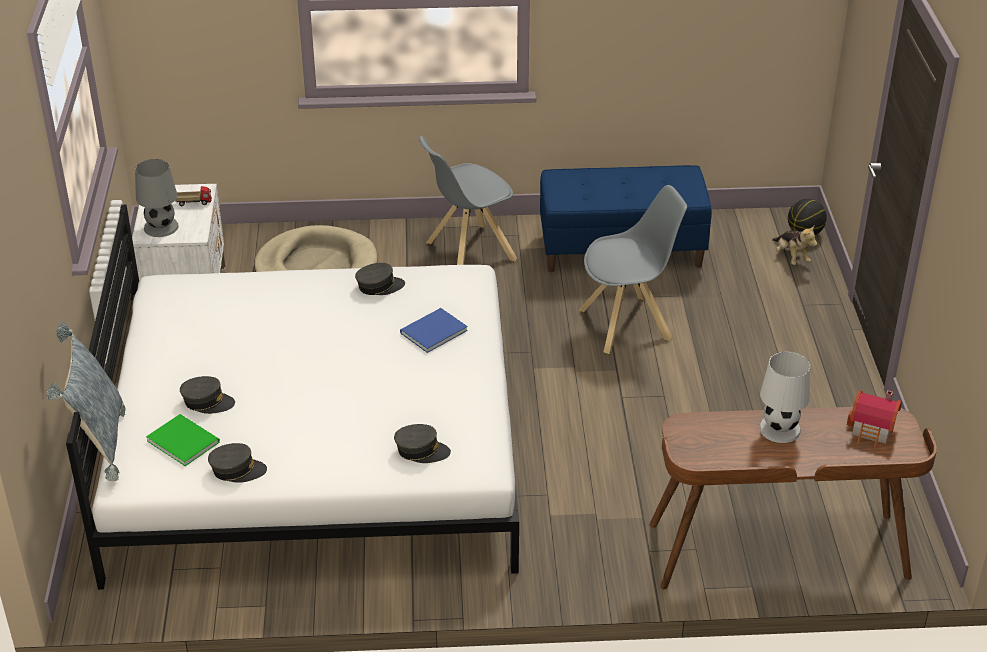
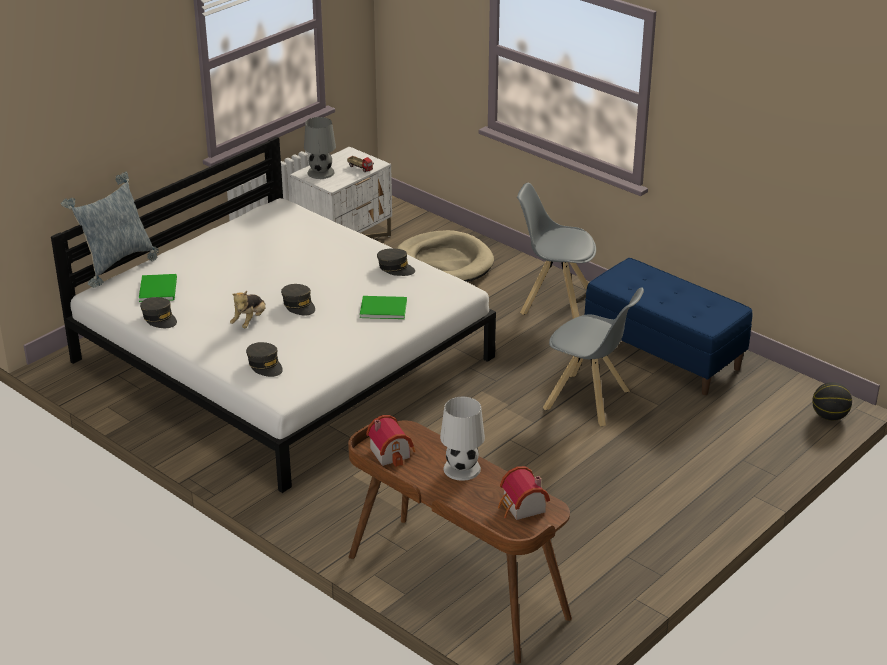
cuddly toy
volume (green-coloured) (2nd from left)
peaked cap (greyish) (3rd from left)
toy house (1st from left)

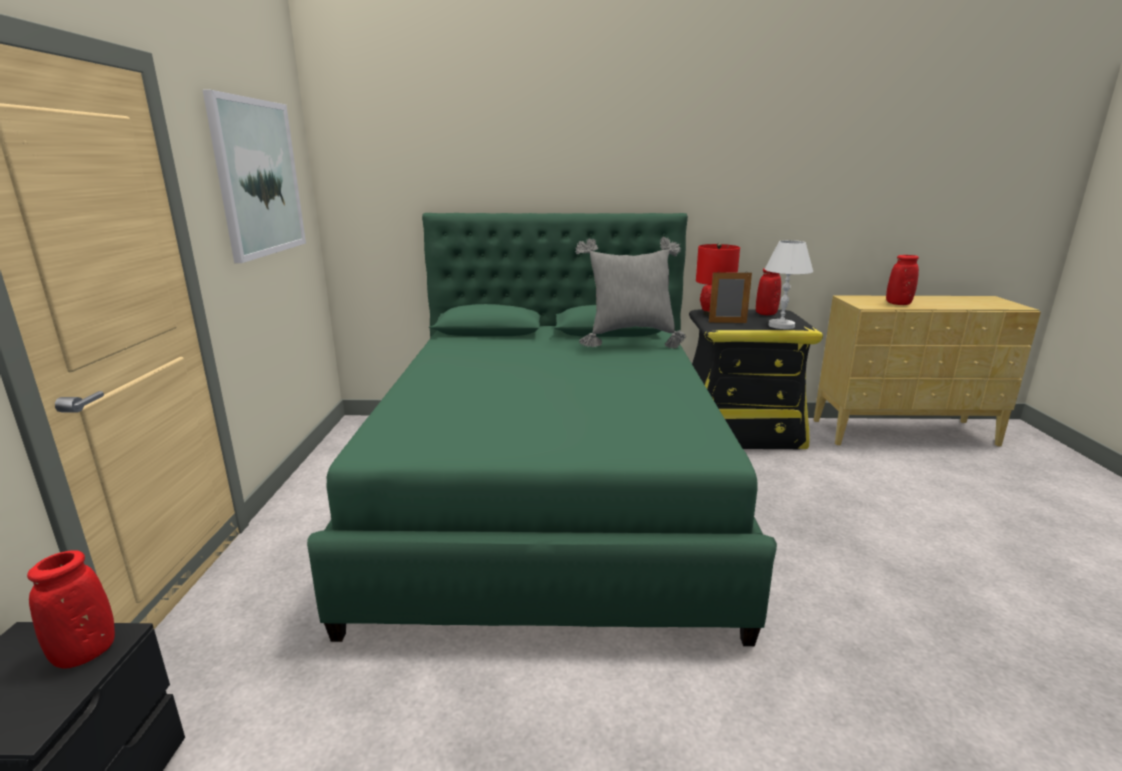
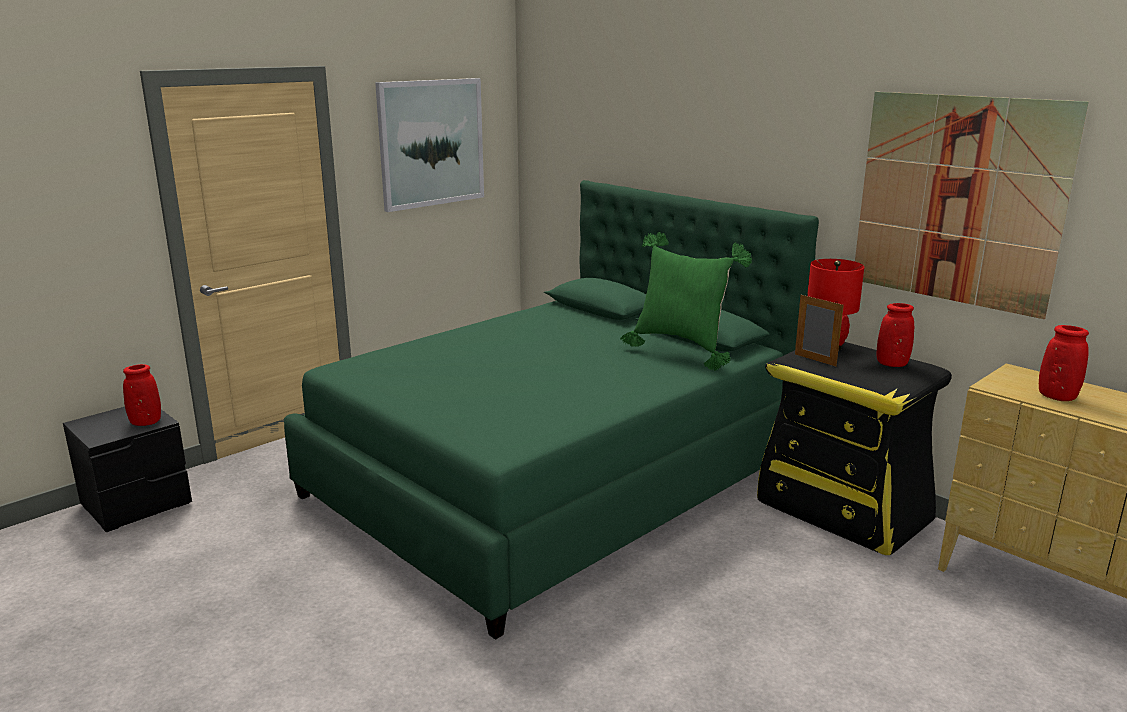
throw pillow (green-coloured)
lamp for a table (whitish)
wall picture (2nd from left)

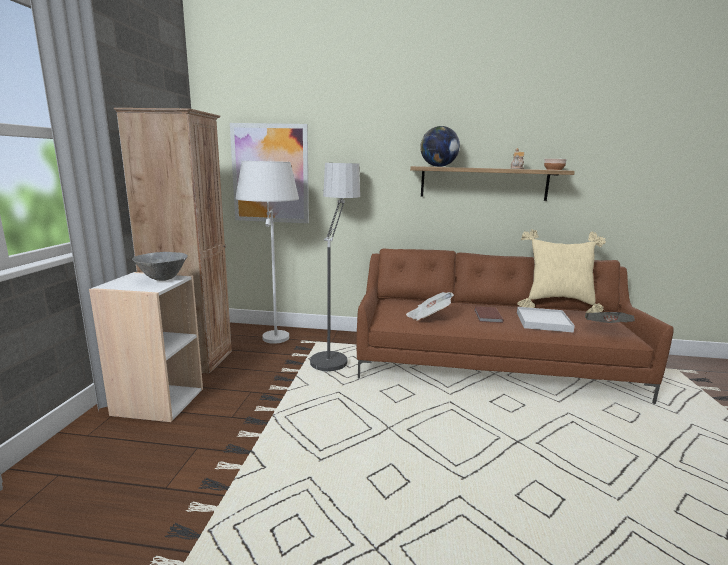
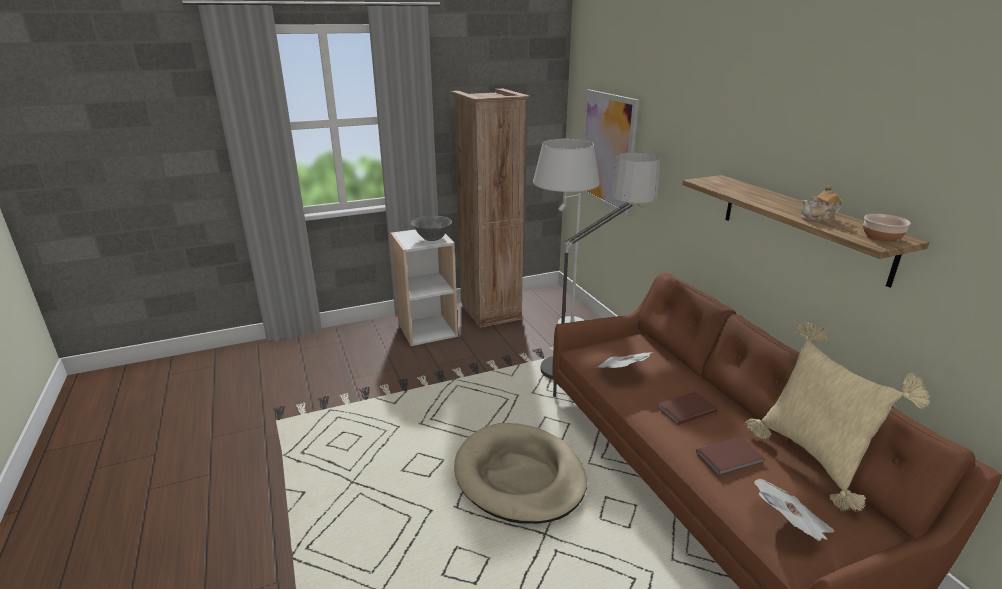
globe
volume (brownish) (2nd from left)
dog cushion (beige)

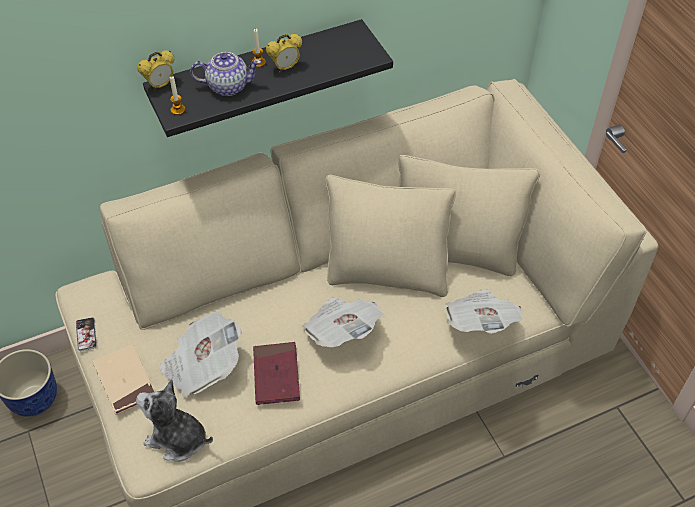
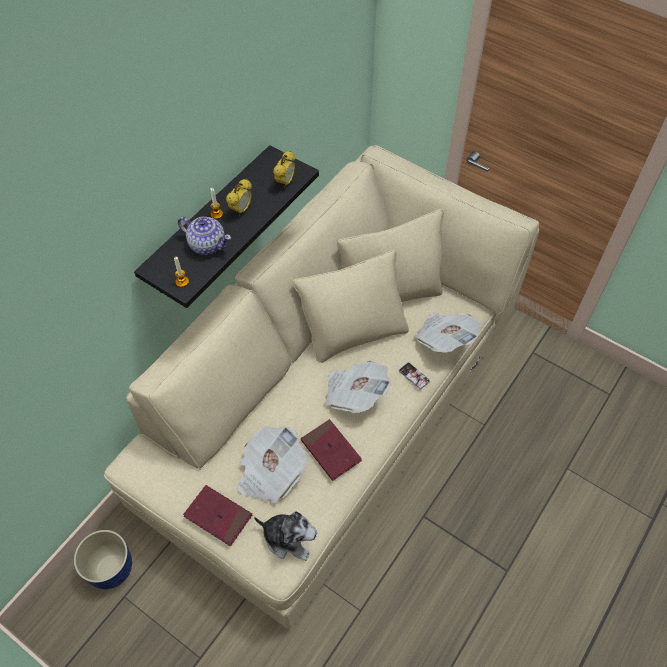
table clock (2nd from left)
teapot
handset
volume (red-coloured) (1st from left)
cuddly toy

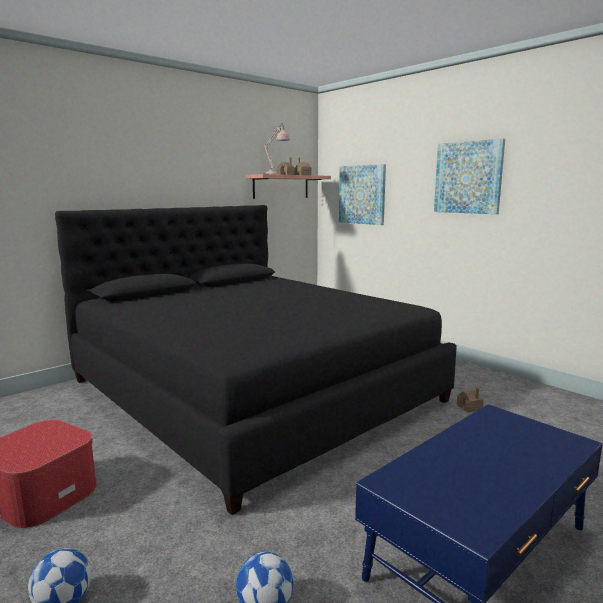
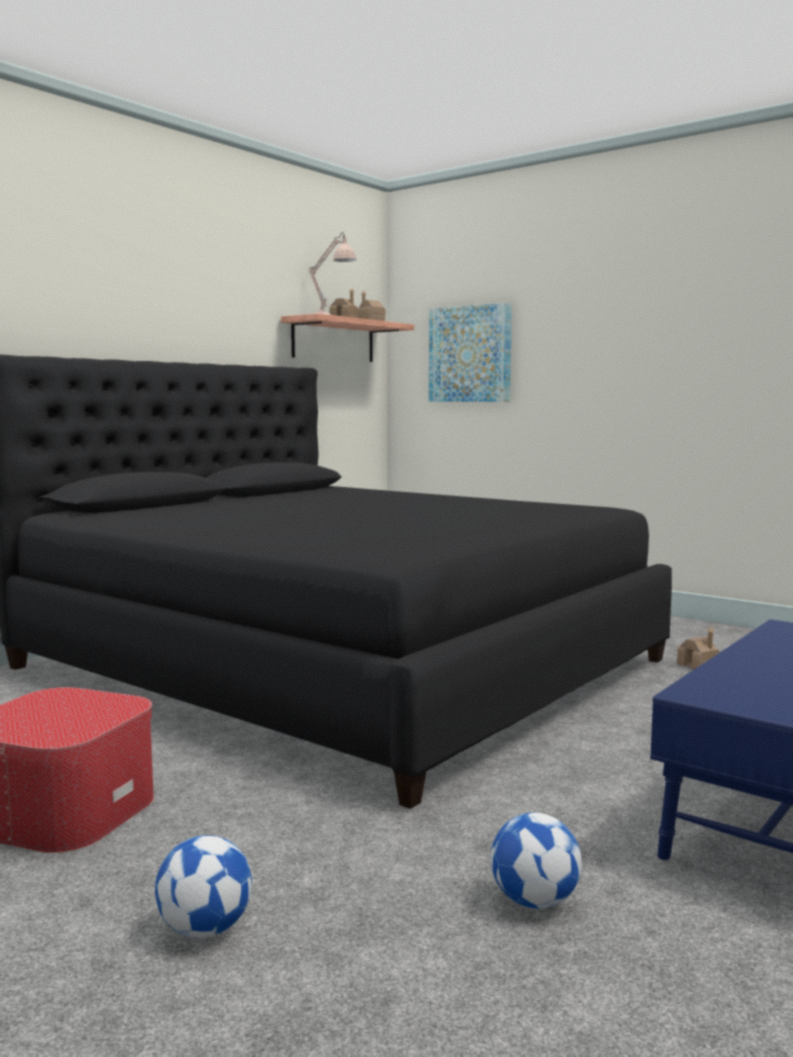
wall picture (2nd from left in the first image)

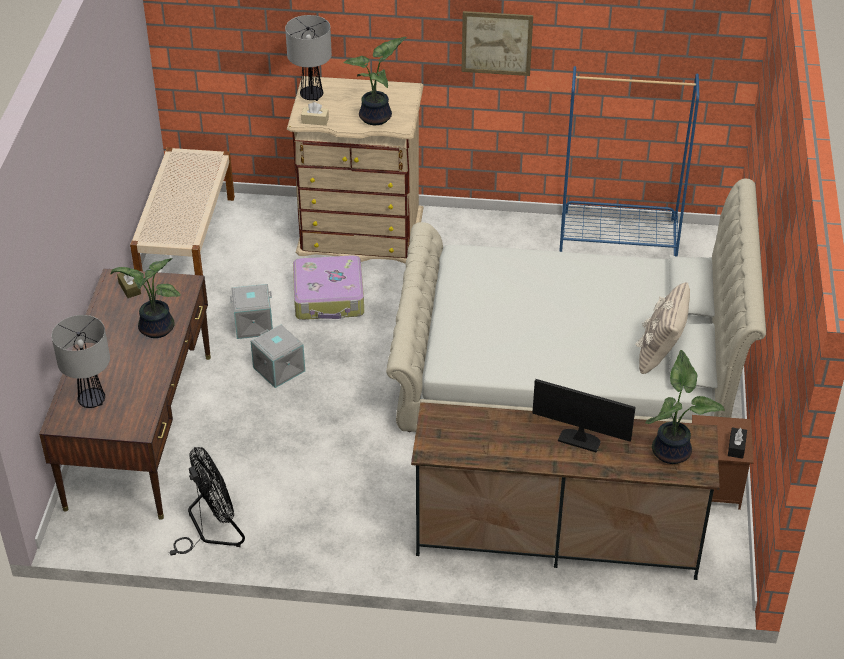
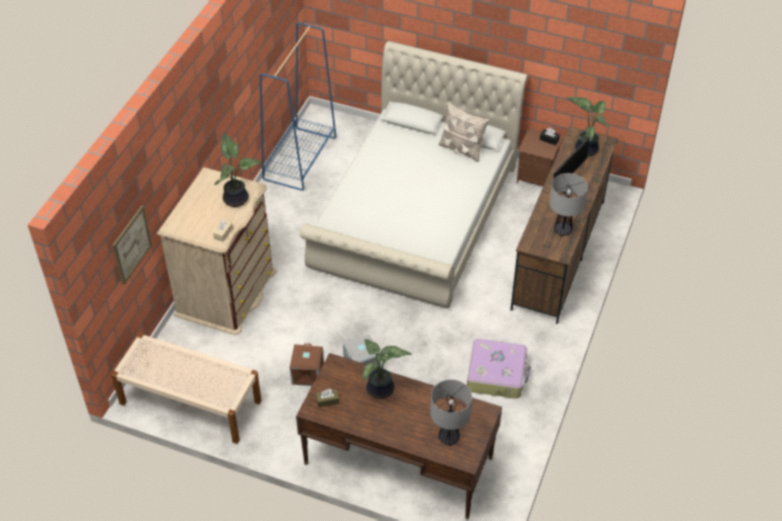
wall picture
lamp for a table (2nd from left)
piece of luggage
storage container (brownish)
cooling fan (black-coloured)

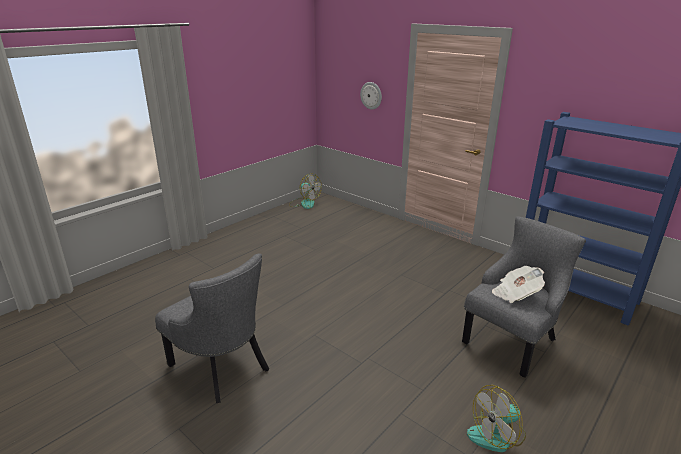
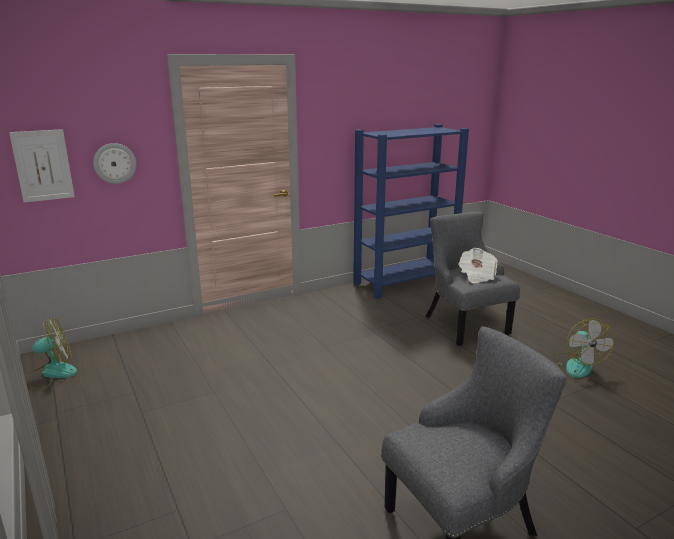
wall picture

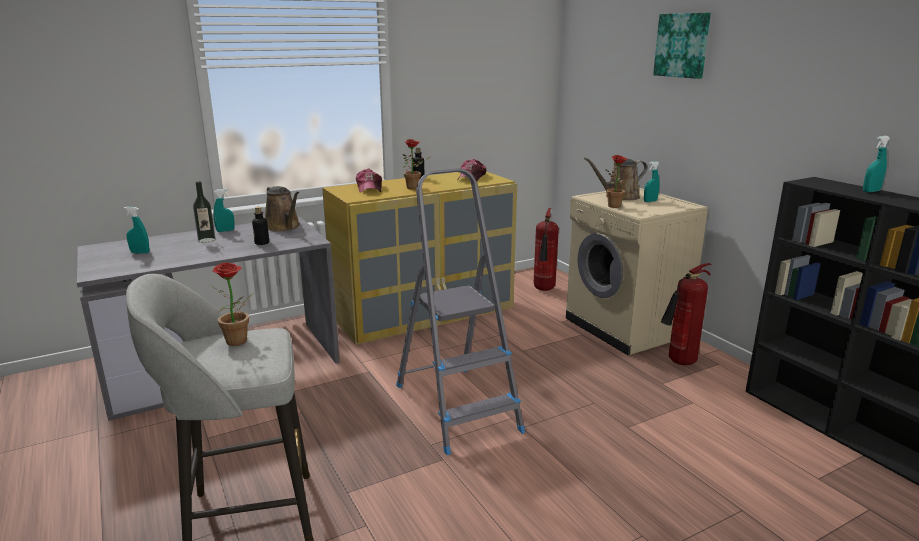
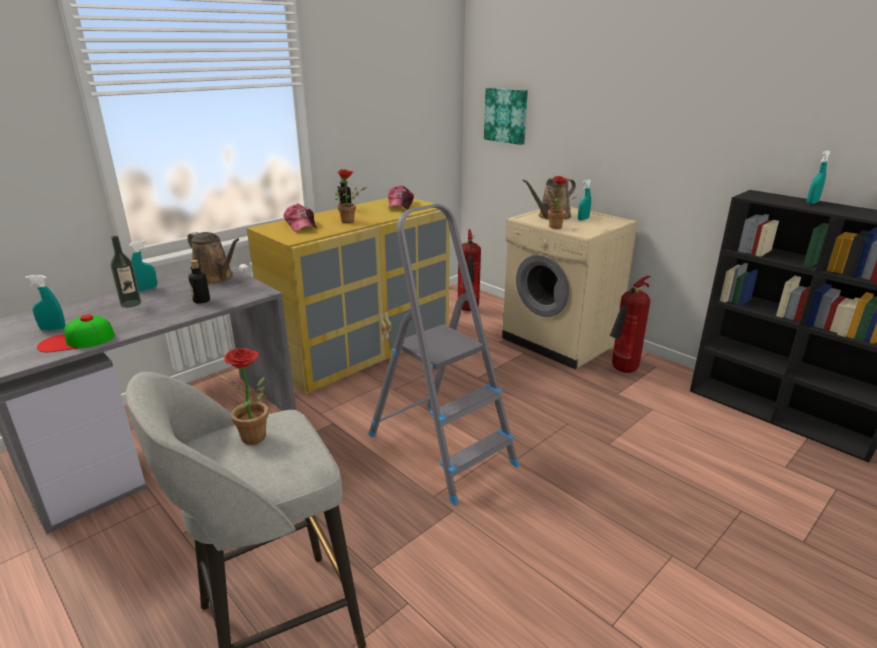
wall picture
peaked cap (1st from left)

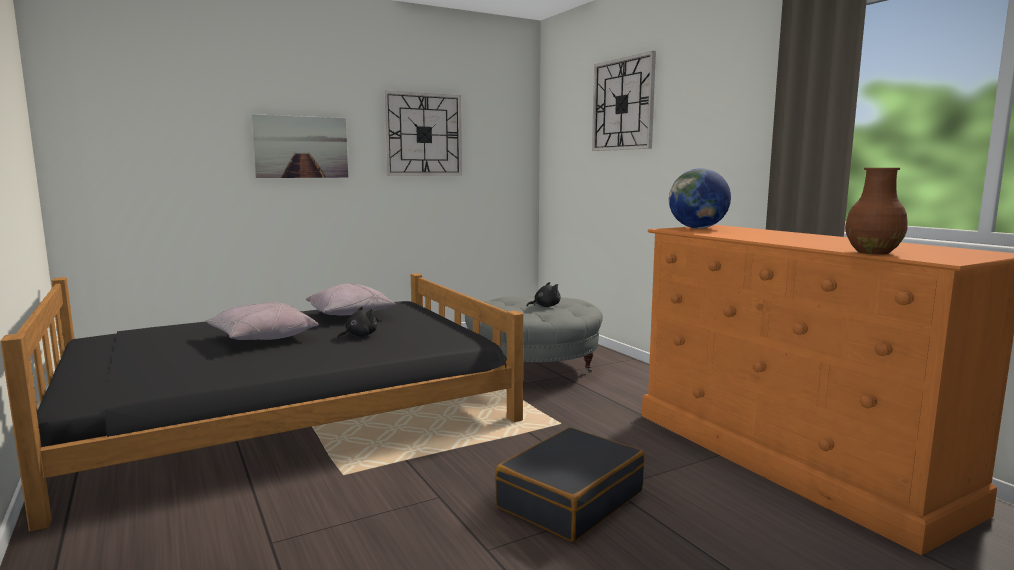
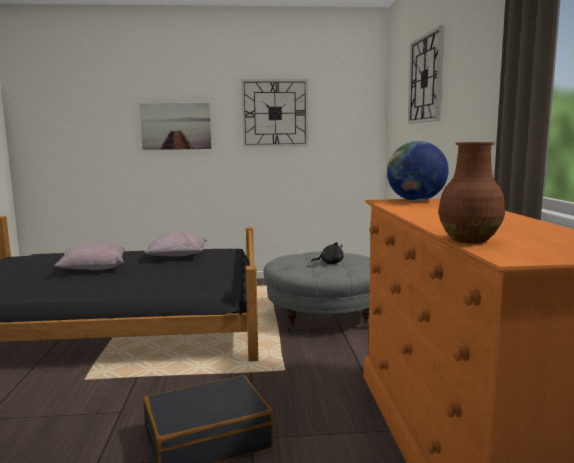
cuddly toy (black-coloured) (1st from left in the first image)

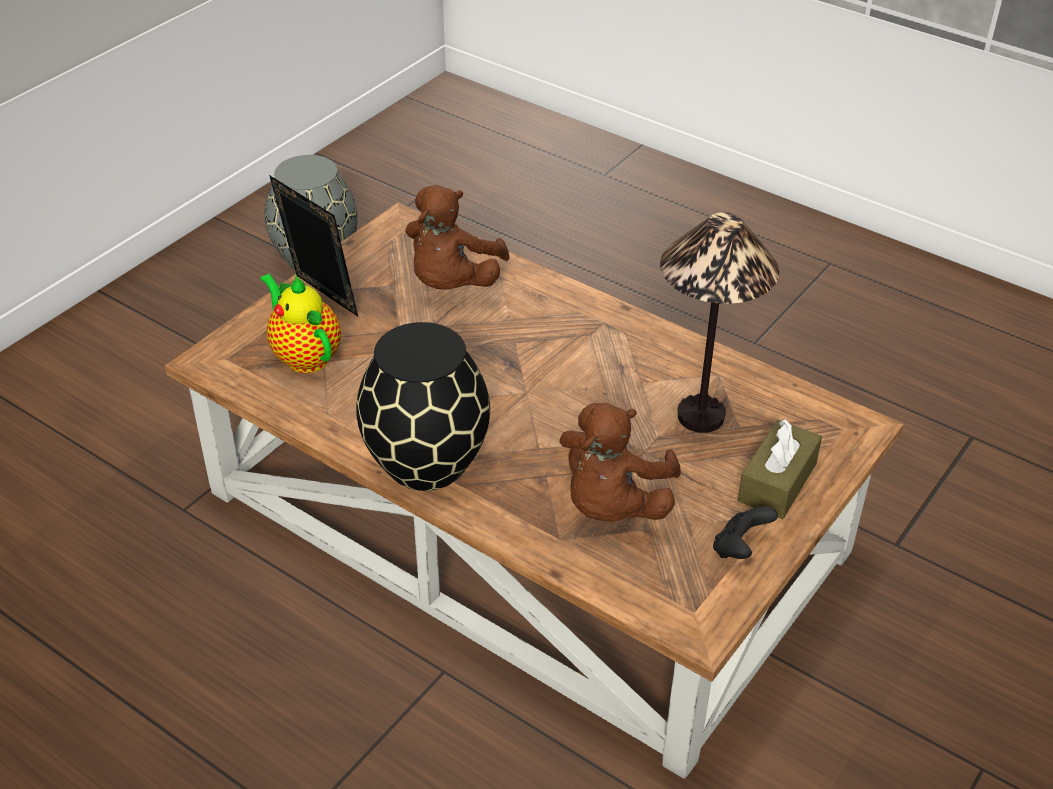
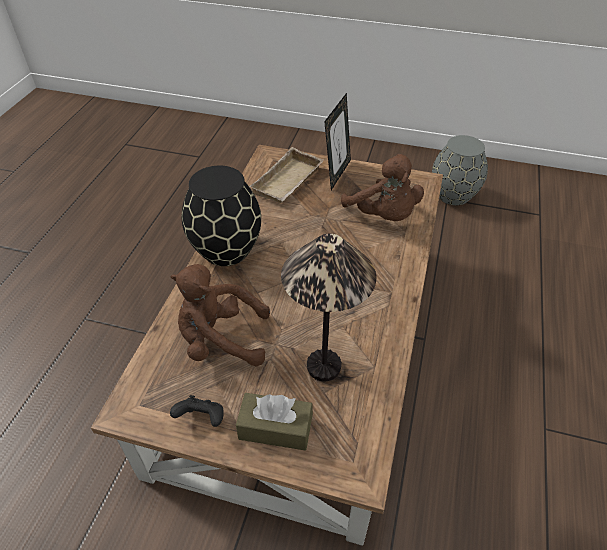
cuddly toy (brownish) (2nd from left)
carrying tray (beige)

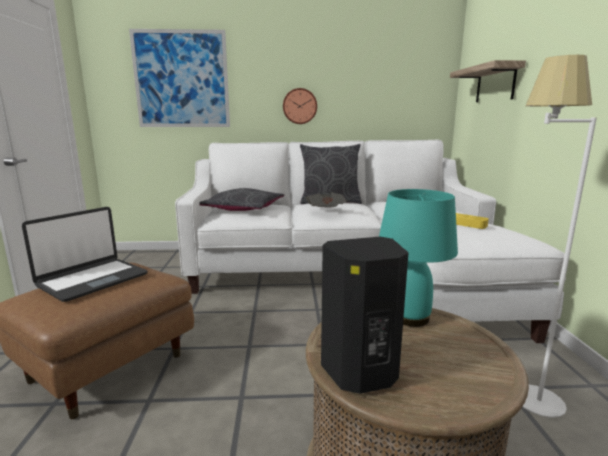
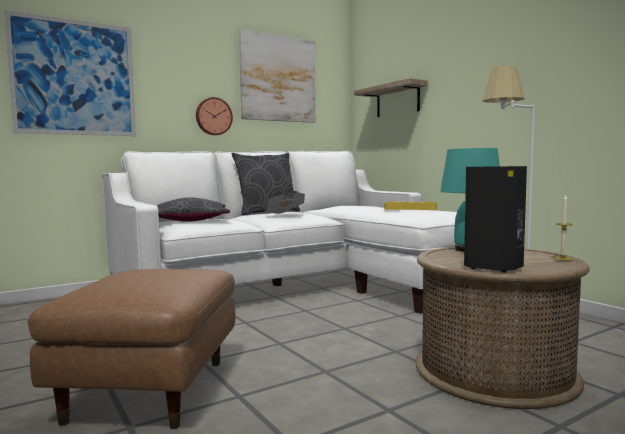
laptop
wall picture (2nd from left)
wax light

